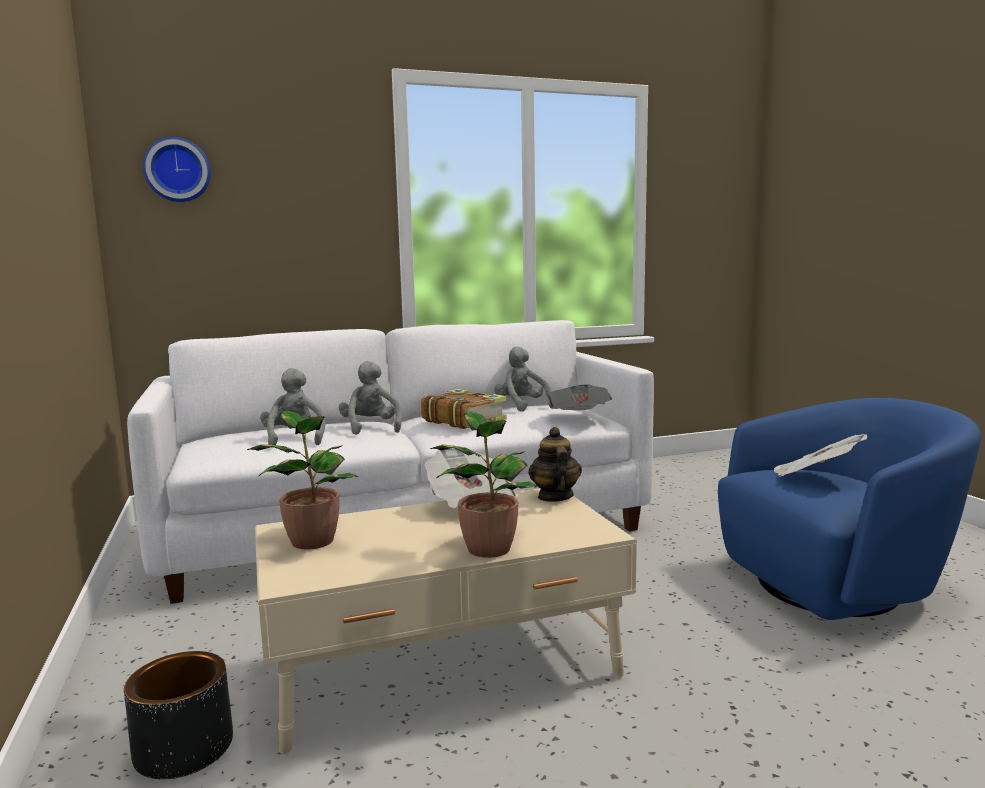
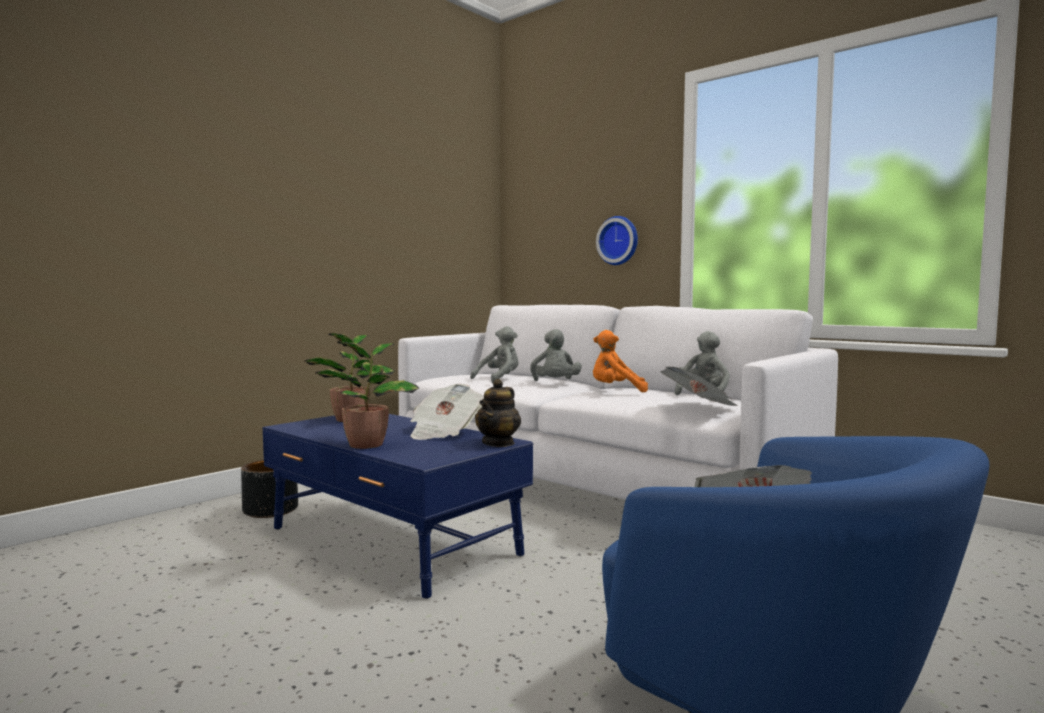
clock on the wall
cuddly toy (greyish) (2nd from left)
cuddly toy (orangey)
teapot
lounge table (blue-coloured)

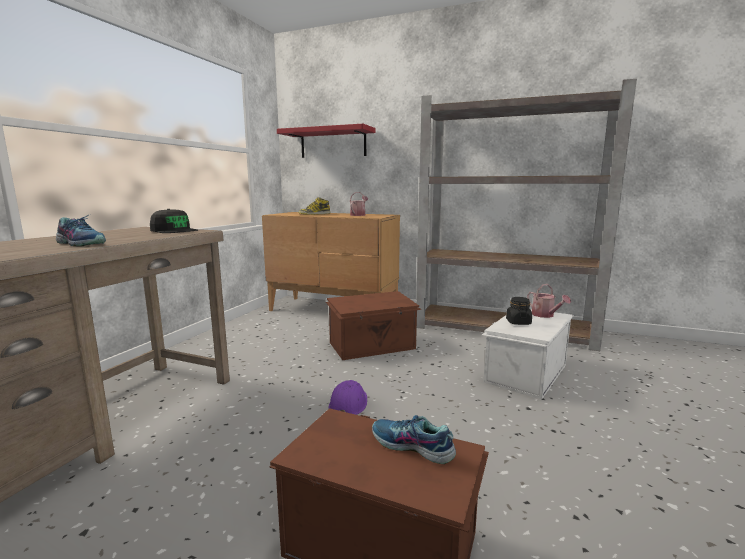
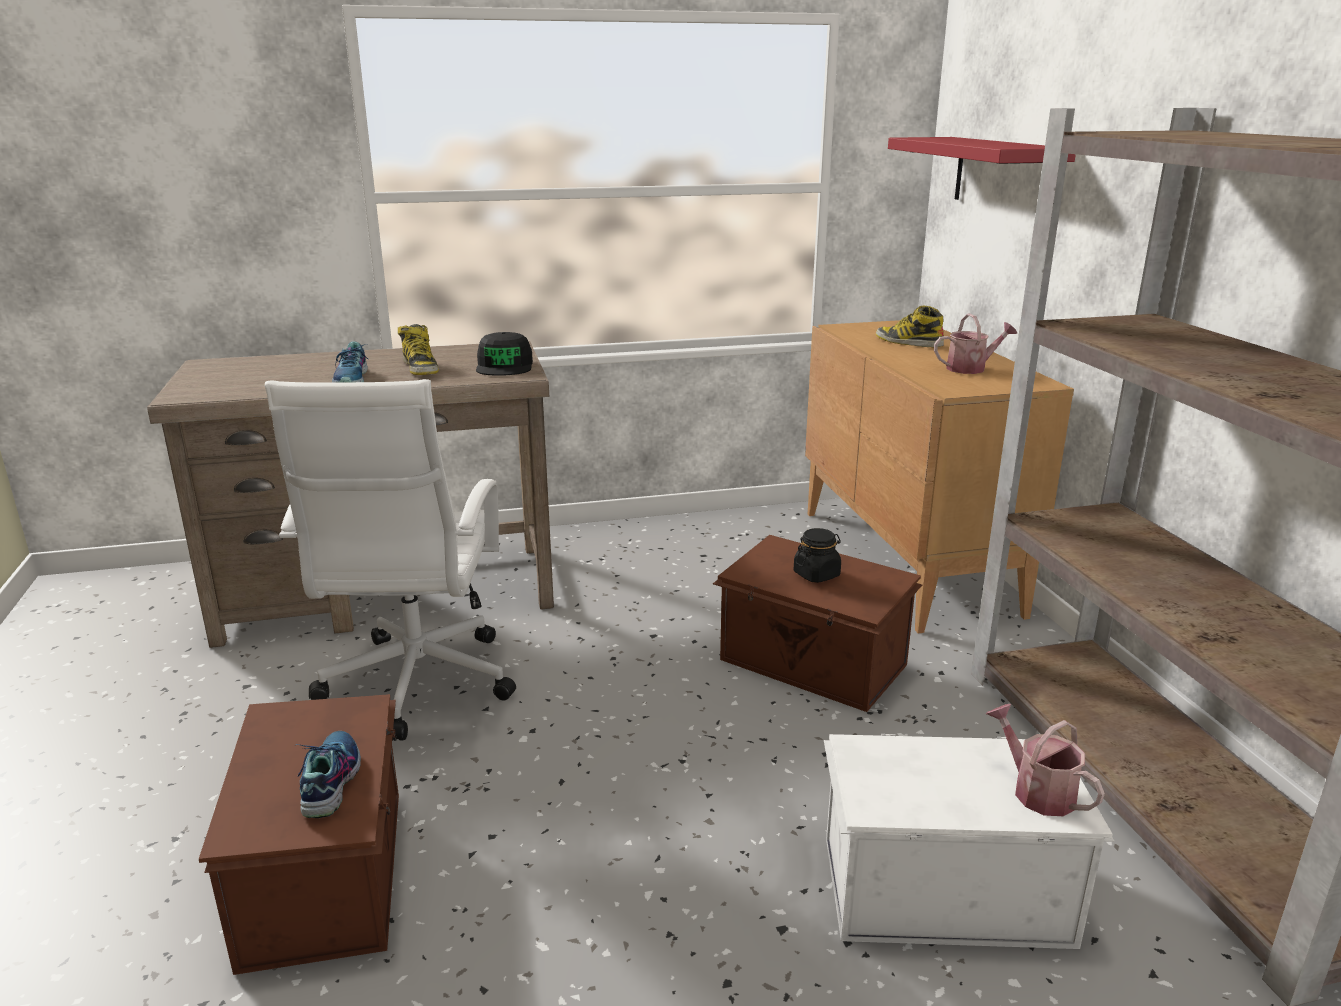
watering pot (2nd from left)
storage jar (black-coloured)
hard hat (purple)
boot (1st from left)
computer chair (whitish)

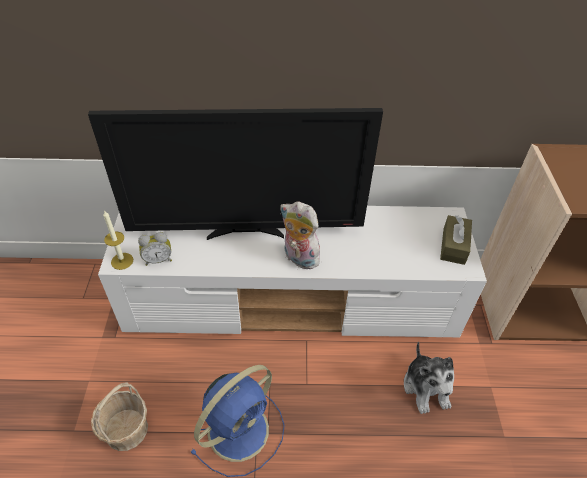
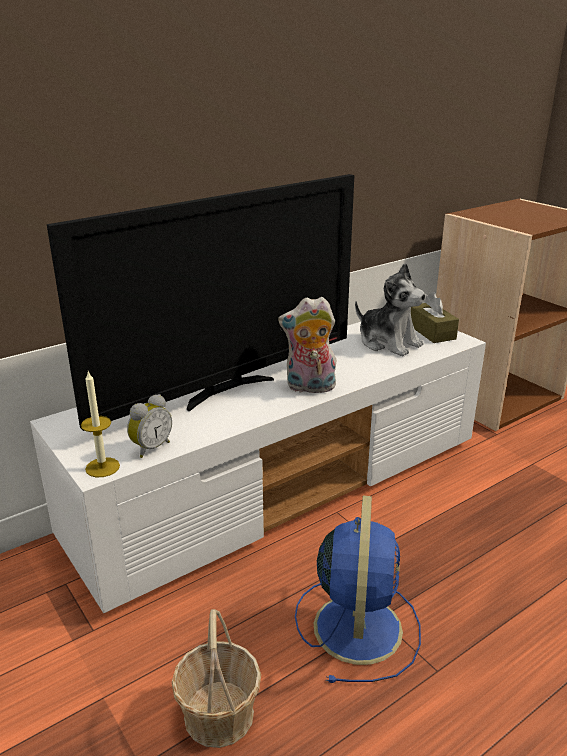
cuddly toy (2nd from left)

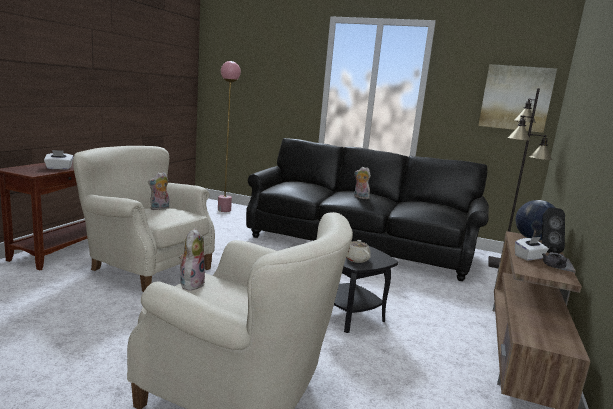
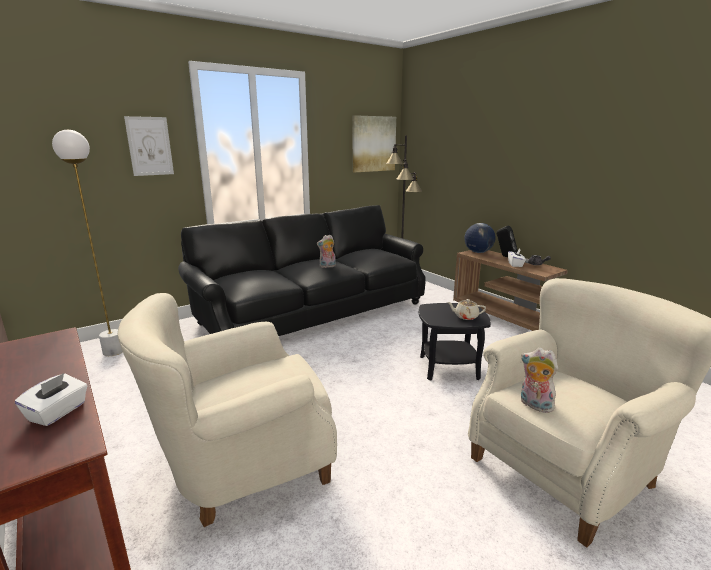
standard lamp (whitish)
cuddly toy (1st from left in the first image)
wall picture (1st from left)

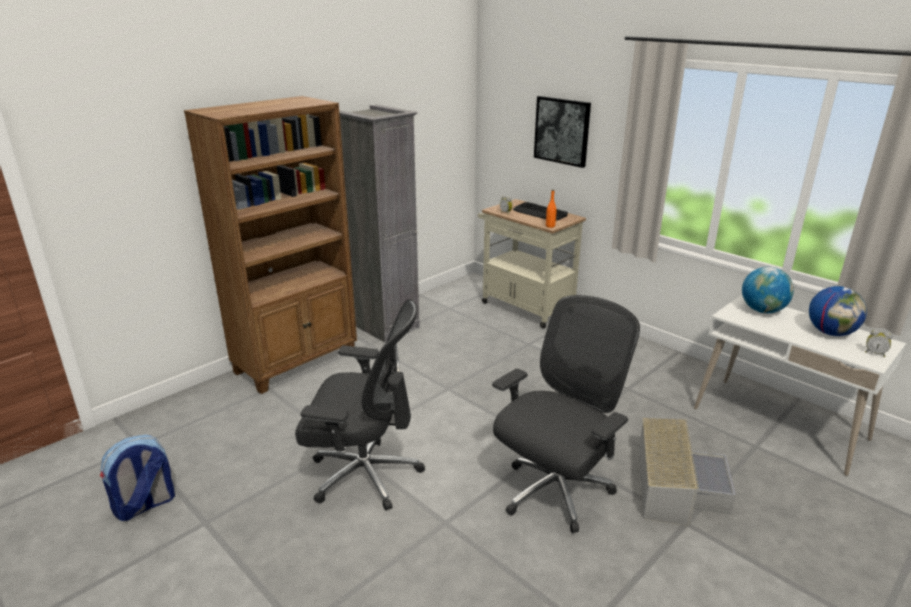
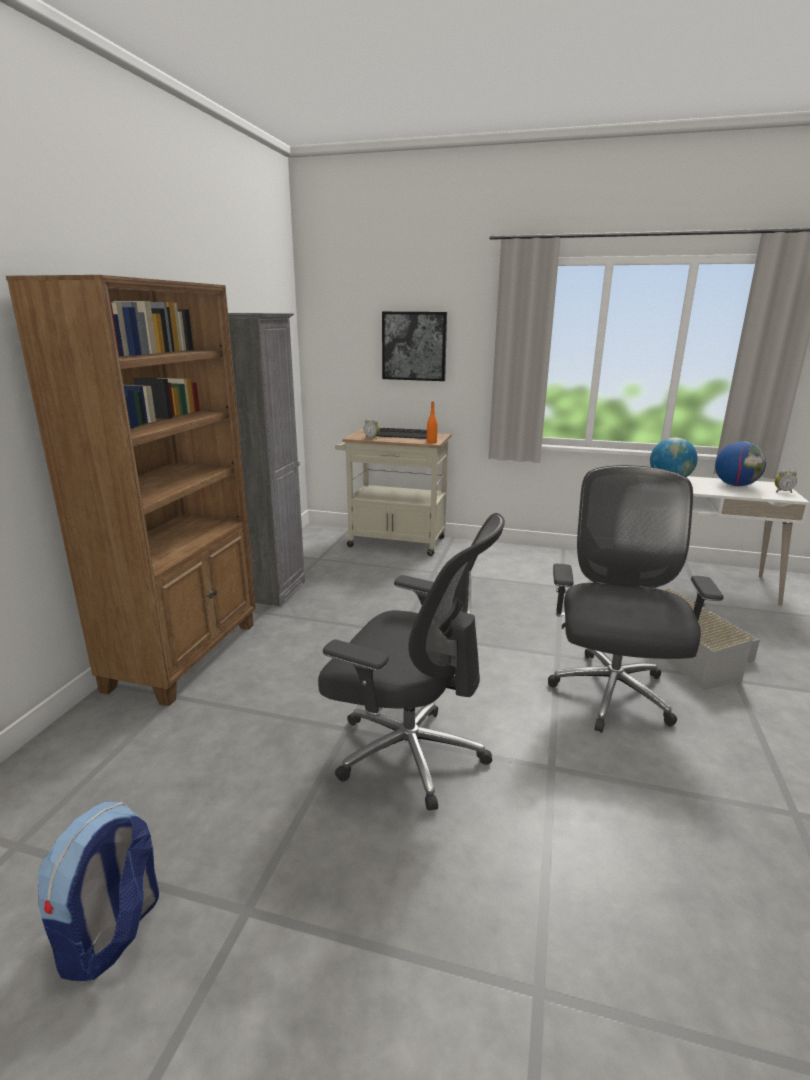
computer chair (1st from left)

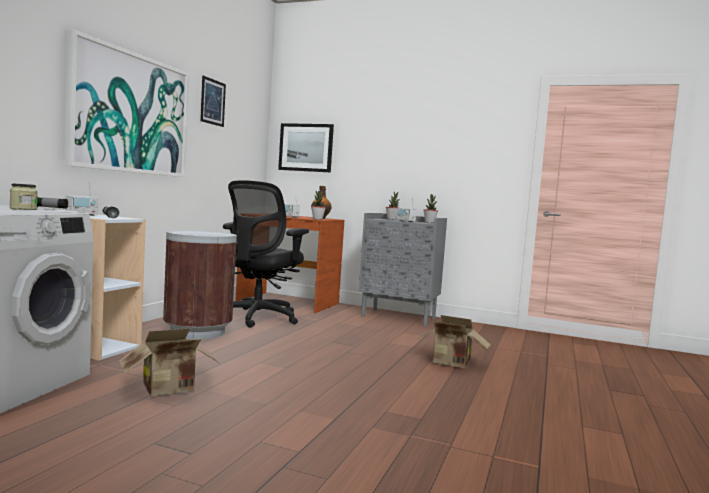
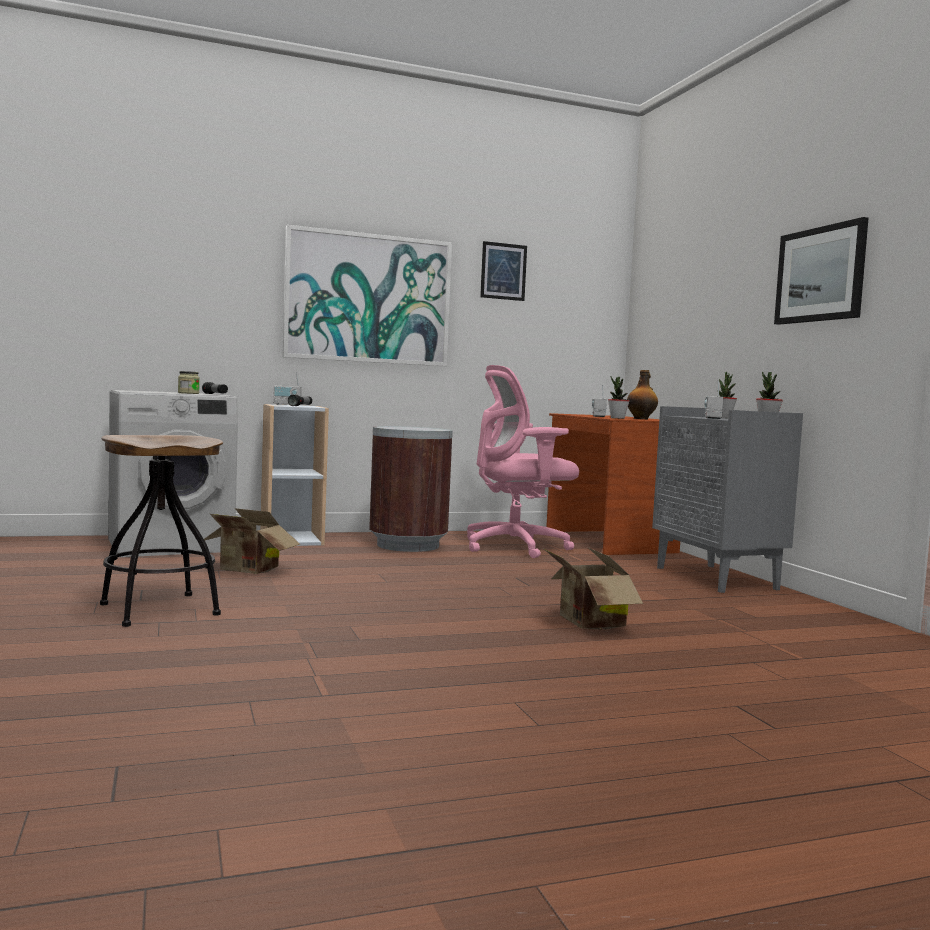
wall picture (3rd from left)
computer chair (pink-coloured)
stool (brownish)

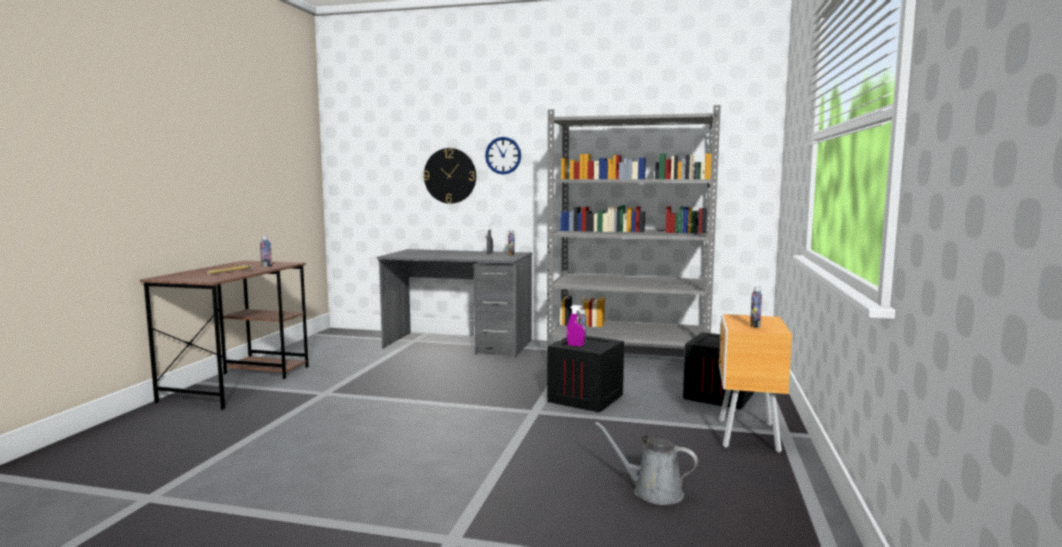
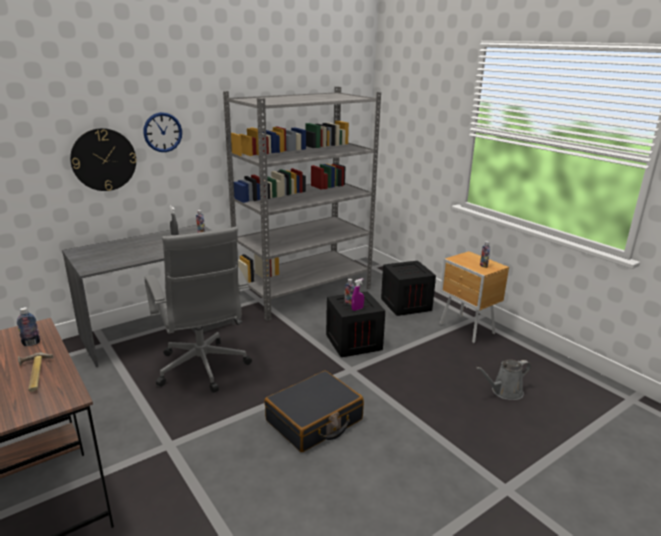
computer chair (greyish)
piece of luggage (black-coloured)

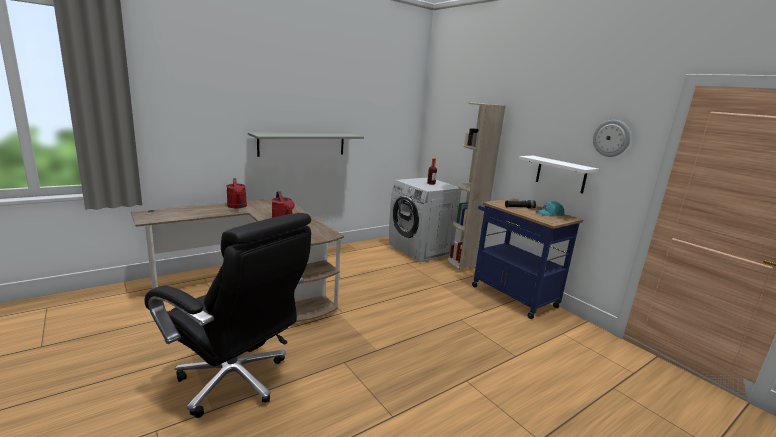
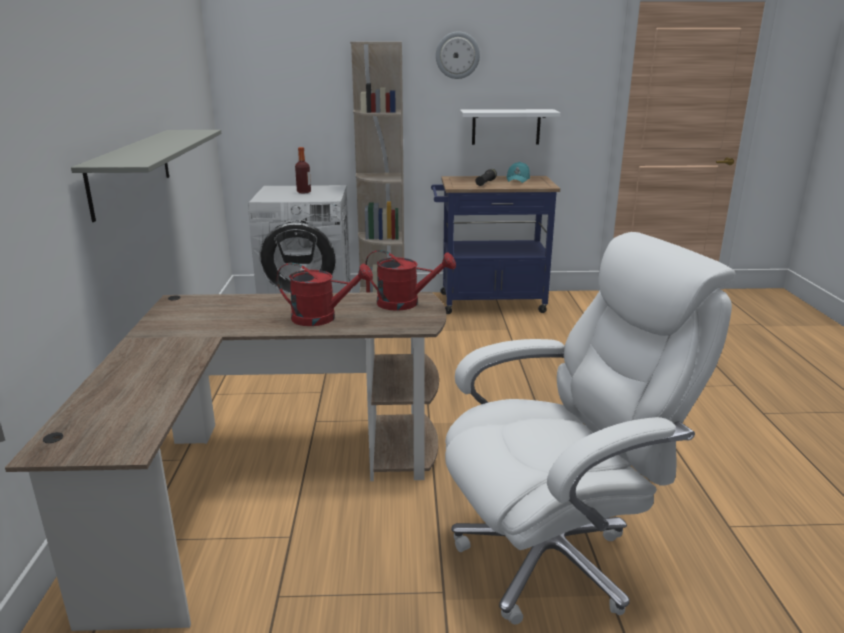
clock on the wall
watering pot (red-coloured) (2nd from left)
computer chair (whitish)

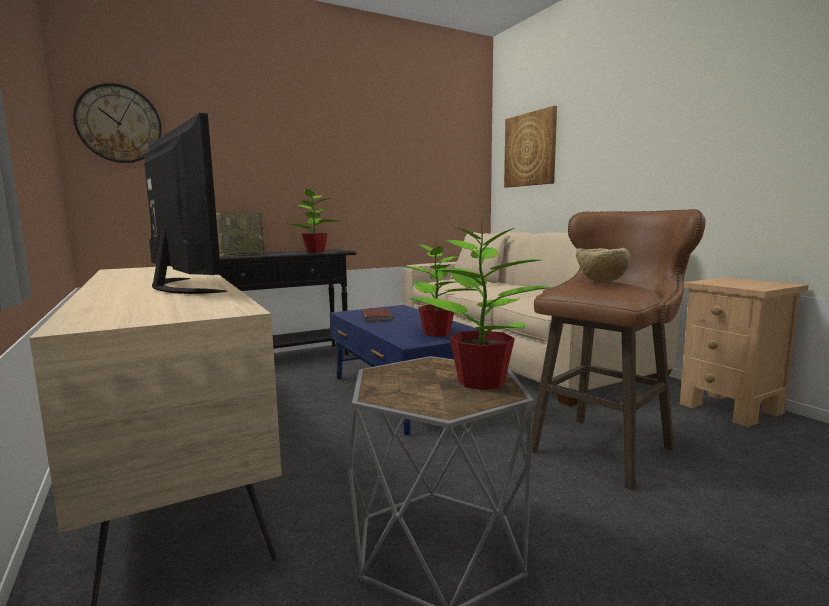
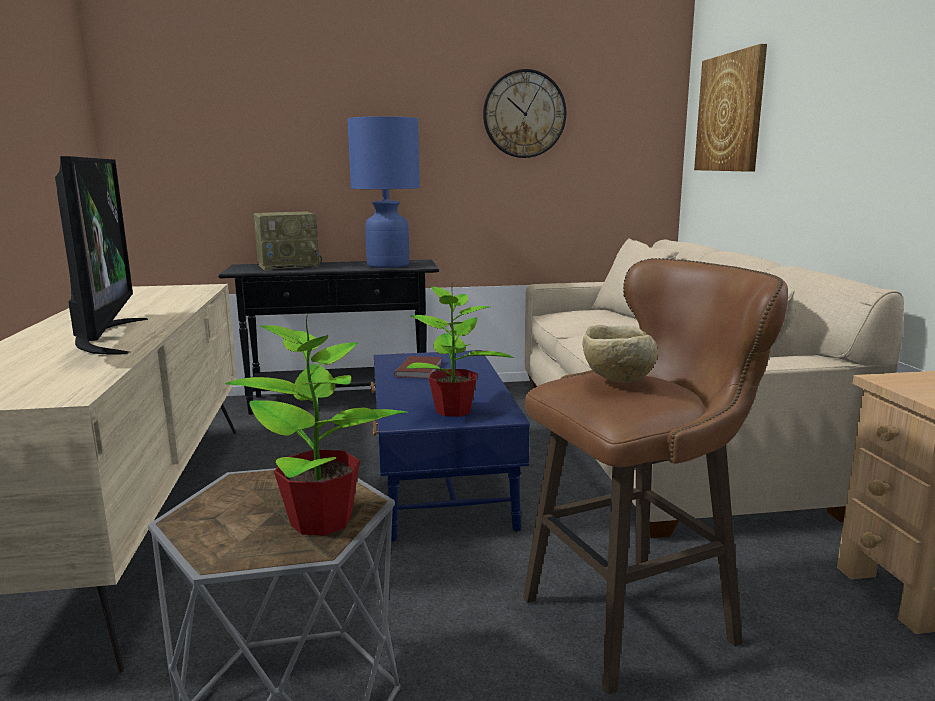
clock on the wall
lamp for a table (blue-coloured)

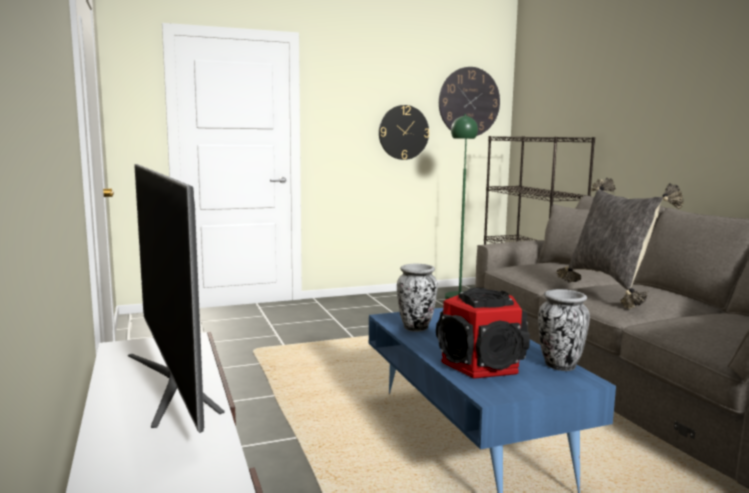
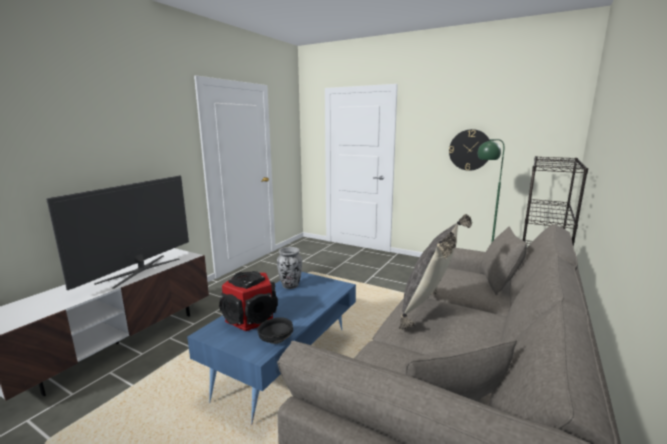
clock on the wall (2nd from left in the first image)
serving bowl (black-coloured)

